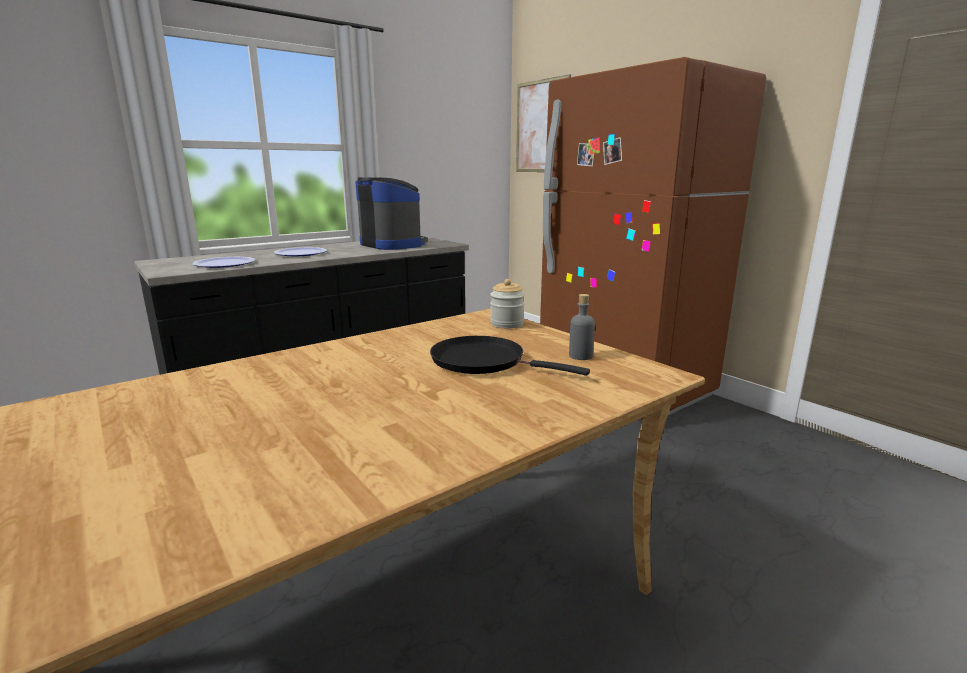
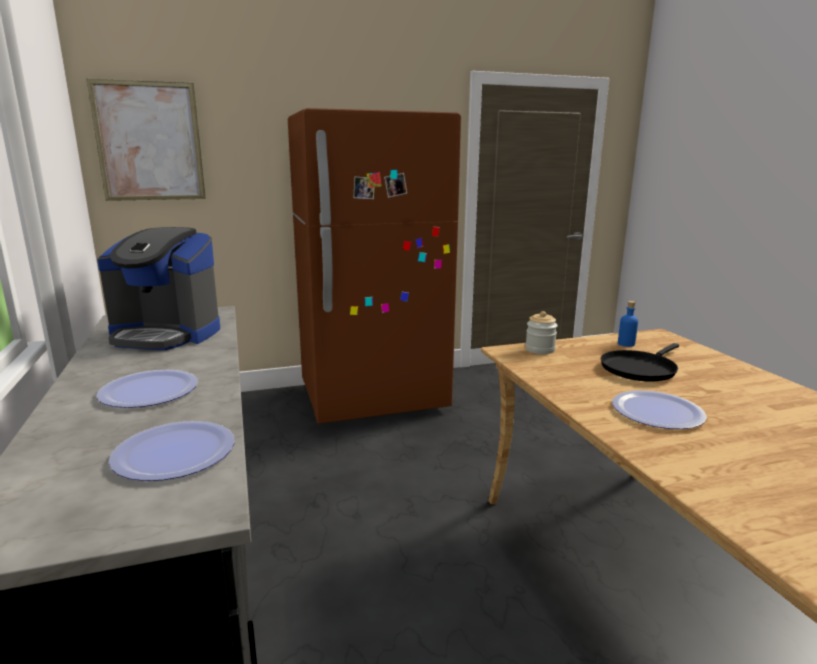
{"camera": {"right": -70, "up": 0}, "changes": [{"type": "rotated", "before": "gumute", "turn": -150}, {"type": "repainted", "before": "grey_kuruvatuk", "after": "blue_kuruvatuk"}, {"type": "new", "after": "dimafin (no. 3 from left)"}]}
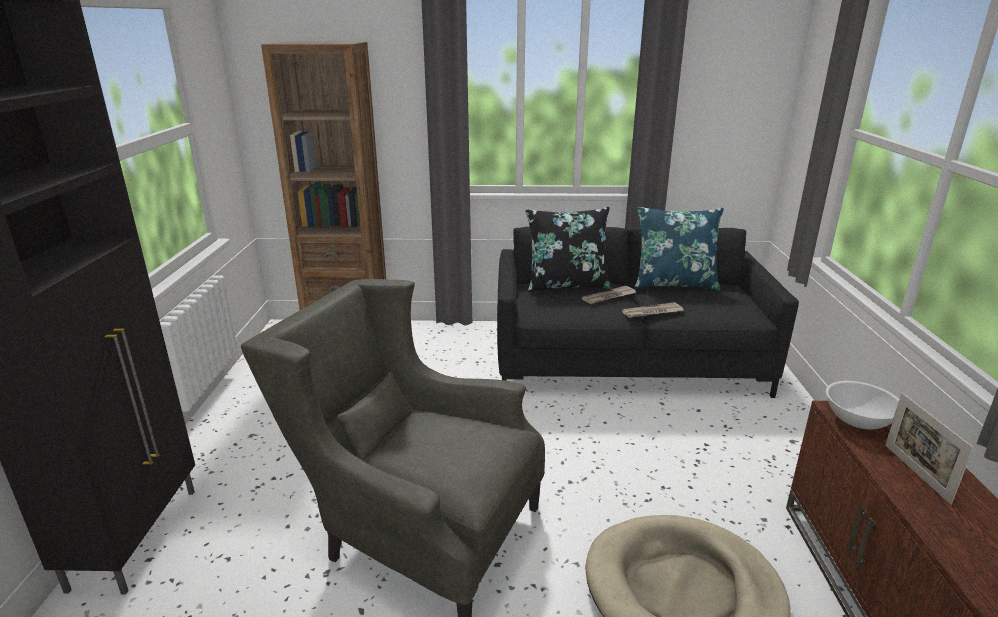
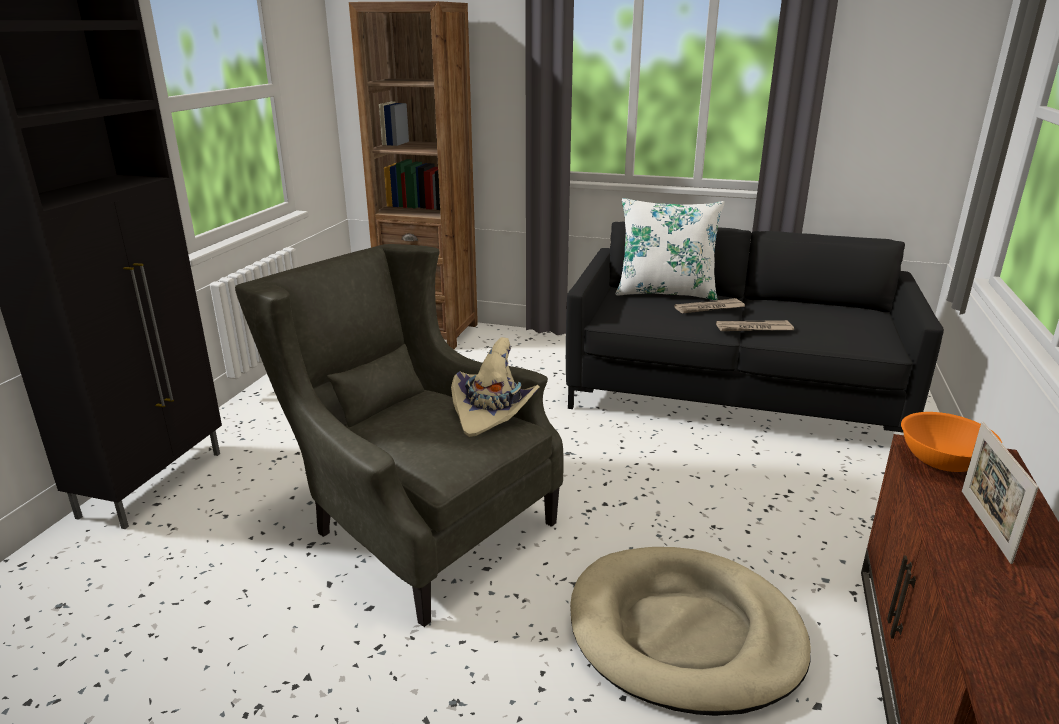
{"camera": {"right": 15, "up": 0}, "changes": [{"type": "repainted", "before": "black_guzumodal", "after": "white_guzumodal"}, {"type": "gone", "before": "blue_guzumodal"}, {"type": "repainted", "before": "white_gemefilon", "after": "orange_gemefilon"}, {"type": "new", "after": "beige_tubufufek"}]}
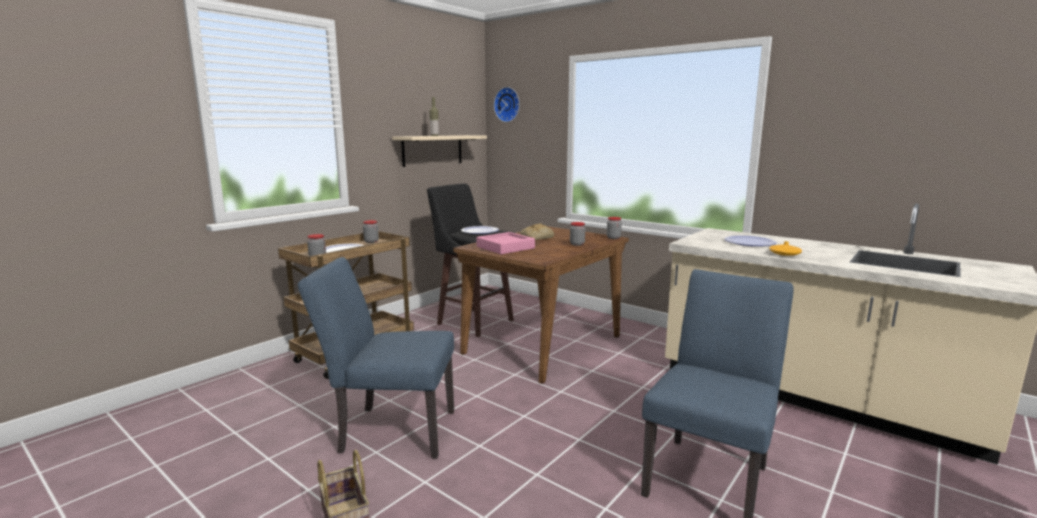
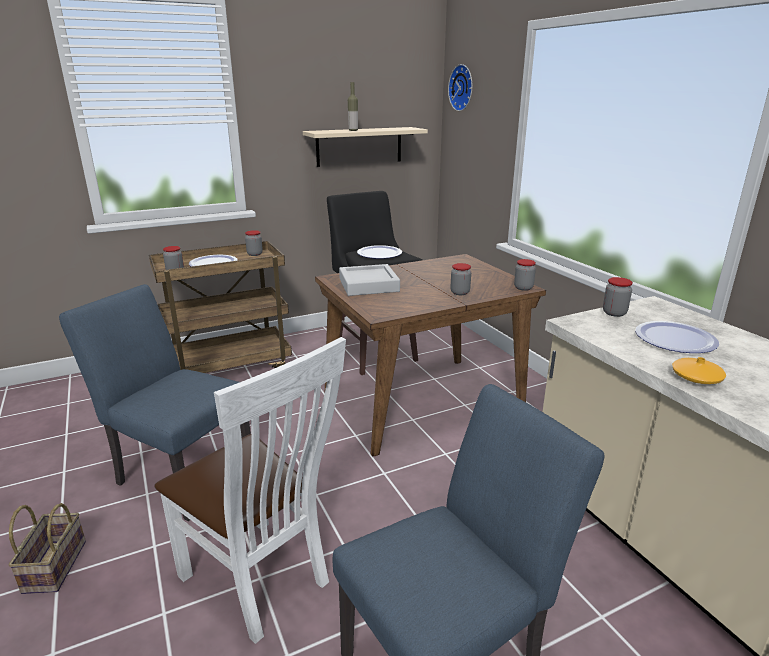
{"camera": {"right": 25, "up": 10}, "changes": [{"type": "gone", "before": "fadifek"}, {"type": "repainted", "before": "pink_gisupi", "after": "grey_gisupi"}, {"type": "new", "after": "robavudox (no. 5 from left)"}, {"type": "new", "after": "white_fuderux"}]}
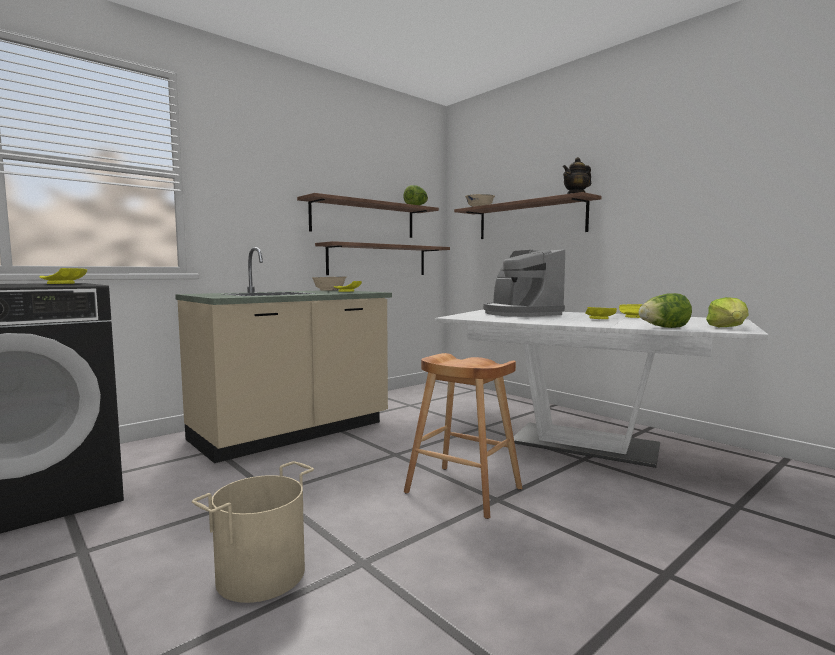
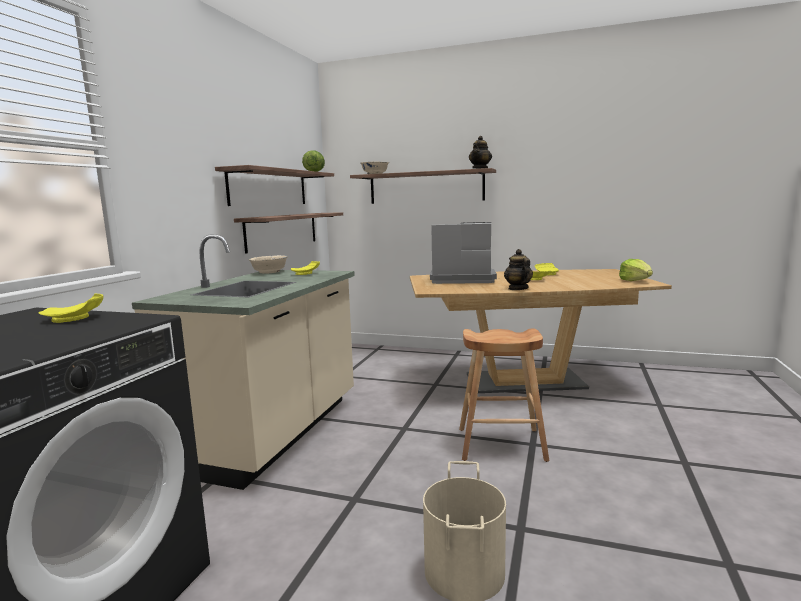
{"camera": {"right": -30, "up": 5}, "changes": [{"type": "rotated", "before": "gumute", "turn": 150}, {"type": "gone", "before": "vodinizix (no. 2 from left)"}, {"type": "repainted", "before": "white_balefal", "after": "brown_balefal"}, {"type": "new", "after": "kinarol (no. 2 from left)"}]}
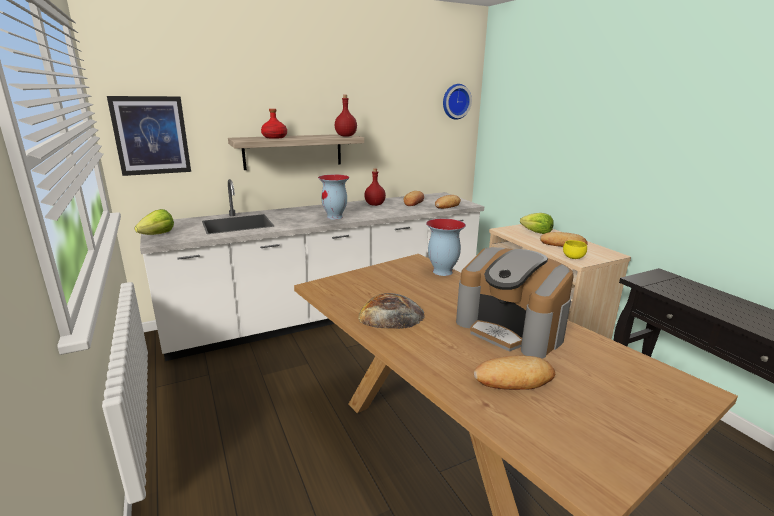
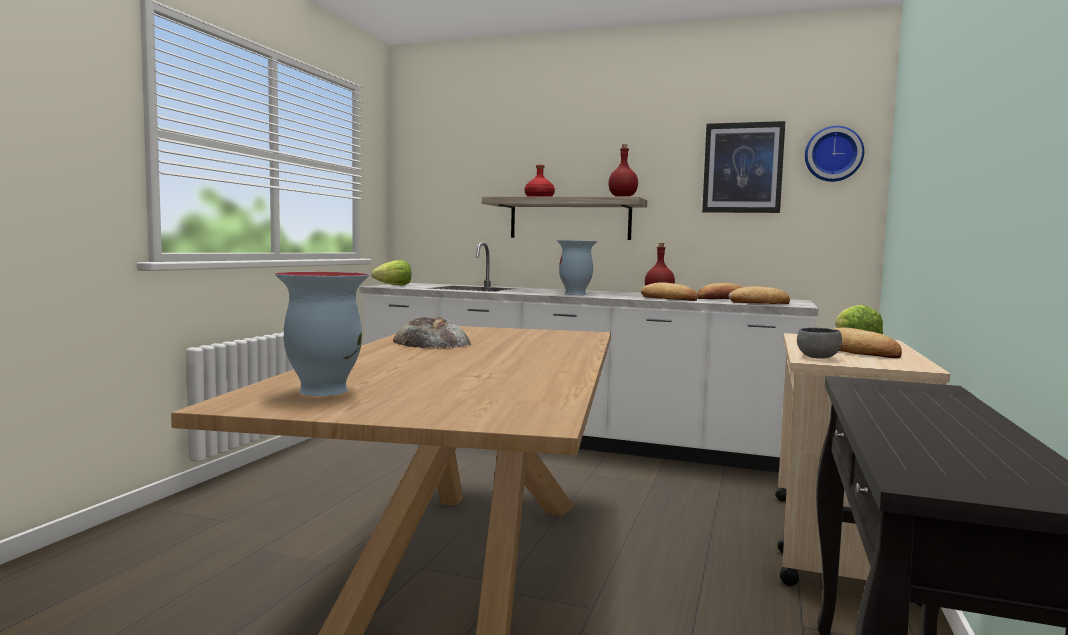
{"camera": {"right": 45, "up": -15}, "changes": [{"type": "shifted", "before": "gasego"}, {"type": "shifted", "before": "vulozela (no. 2 from left in the first image)", "after": "vulozela (no. 1 from left)"}, {"type": "repainted", "before": "yellow_gemefilon", "after": "grey_gemefilon"}, {"type": "gone", "before": "gumute"}, {"type": "shifted", "before": "fadifek (no. 4 from left in the first image)", "after": "fadifek (no. 2 from left)"}]}
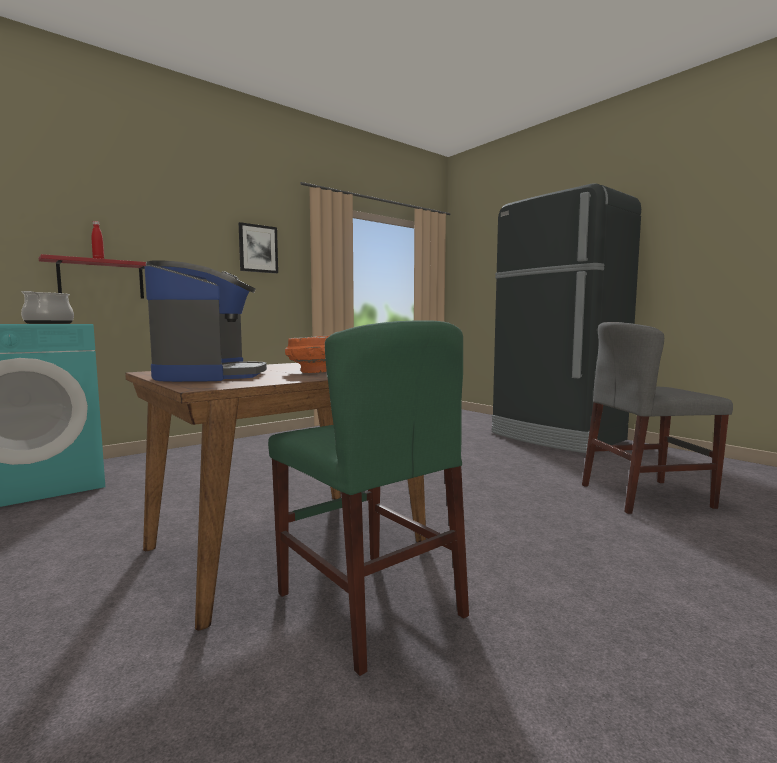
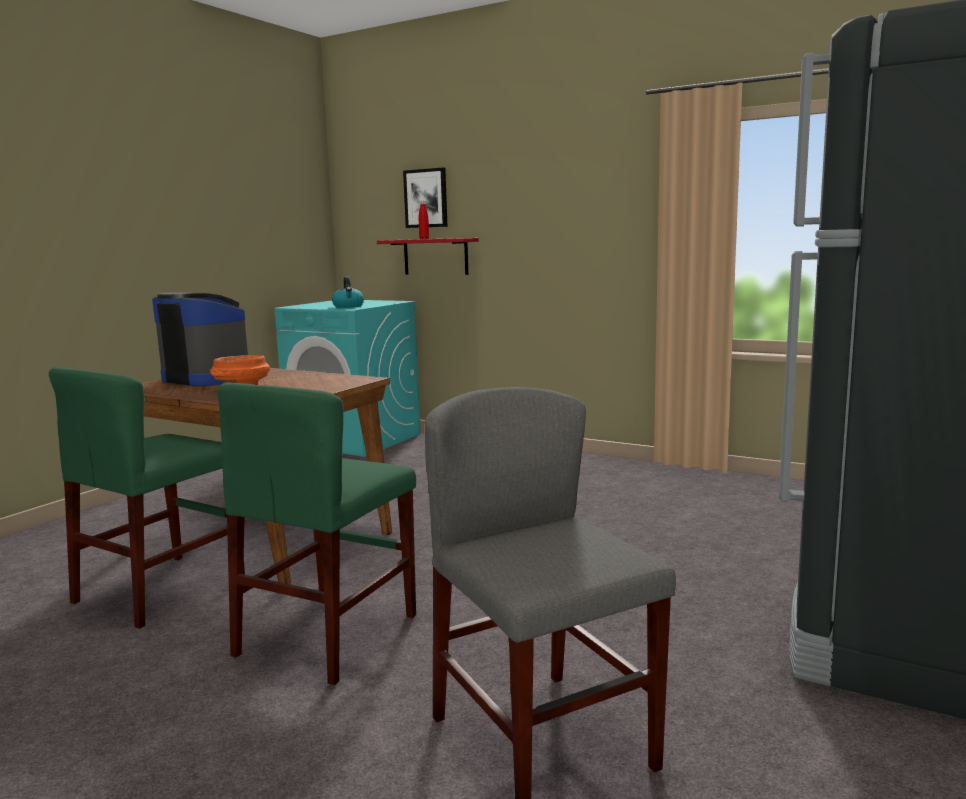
{"camera": {"right": 70, "up": 5}, "changes": [{"type": "shifted", "before": "gasego"}, {"type": "rotated", "before": "gumute", "turn": -120}, {"type": "swapped", "before": "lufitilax", "after": "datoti"}, {"type": "new", "after": "green_fuderux (no. 2 from left)"}]}
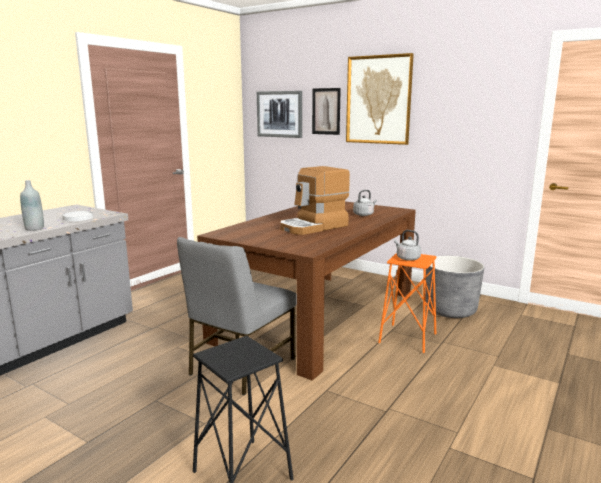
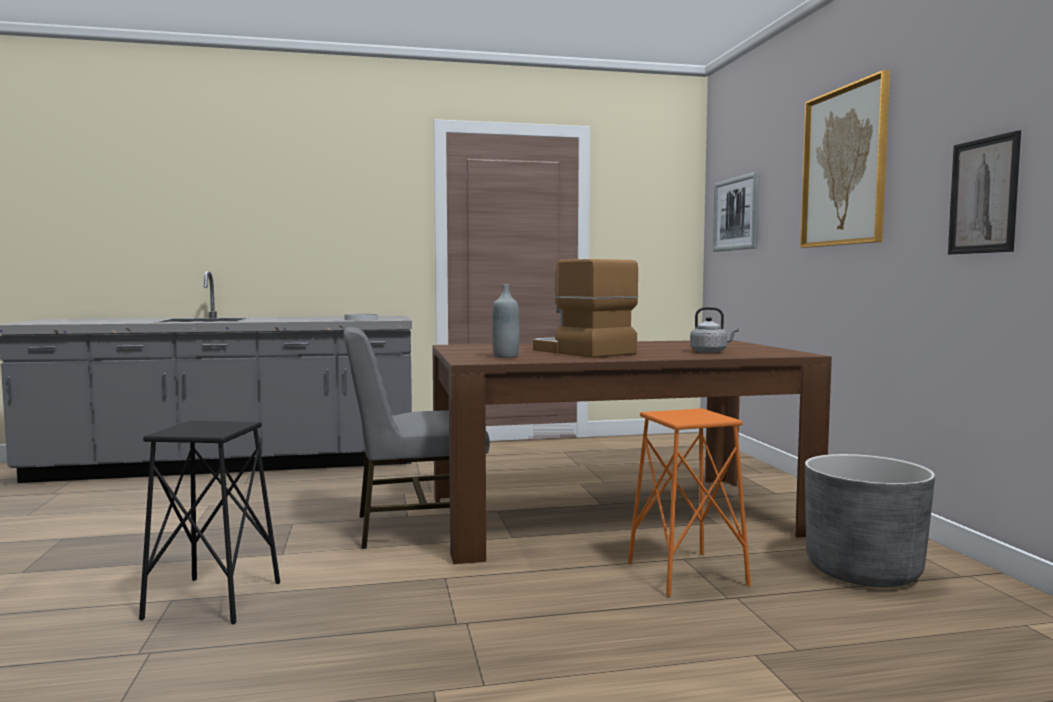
{"camera": {"right": 45, "up": -10}, "changes": [{"type": "shifted", "before": "gasego (no. 2 from left in the first image)", "after": "gasego (no. 3 from left)"}, {"type": "rotated", "before": "gumute", "turn": 45}, {"type": "shifted", "before": "grey_kuruvatuk"}, {"type": "gone", "before": "grey_datoti (no. 2 from left)"}]}
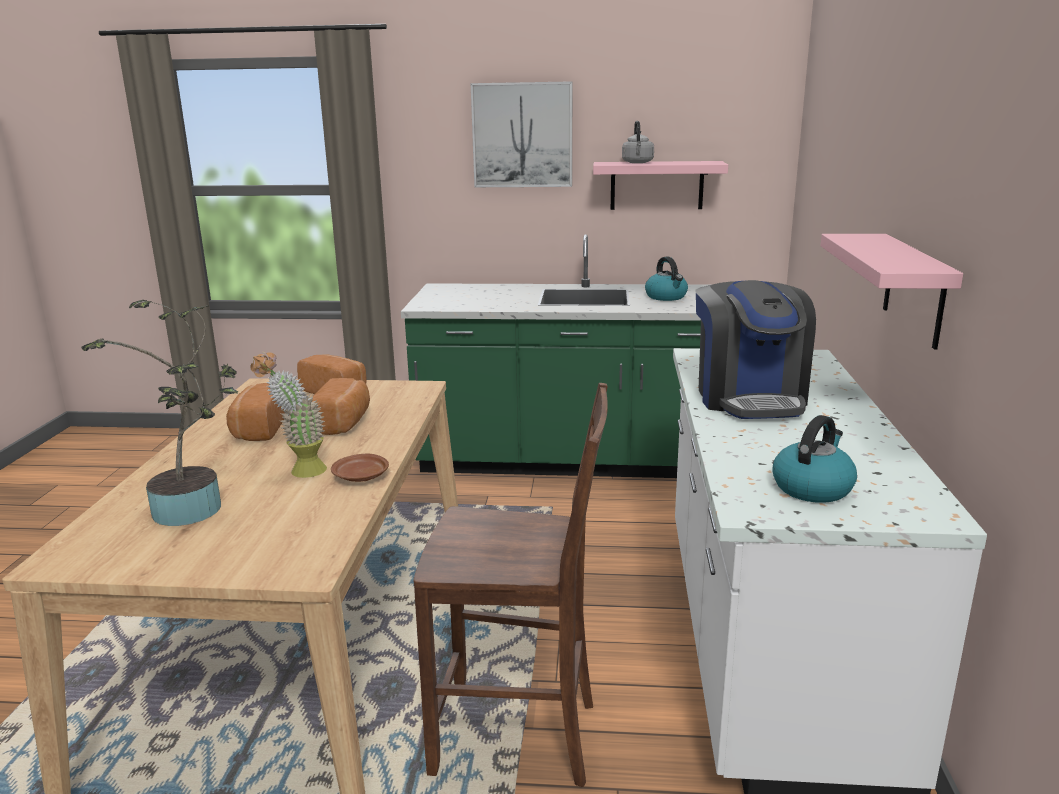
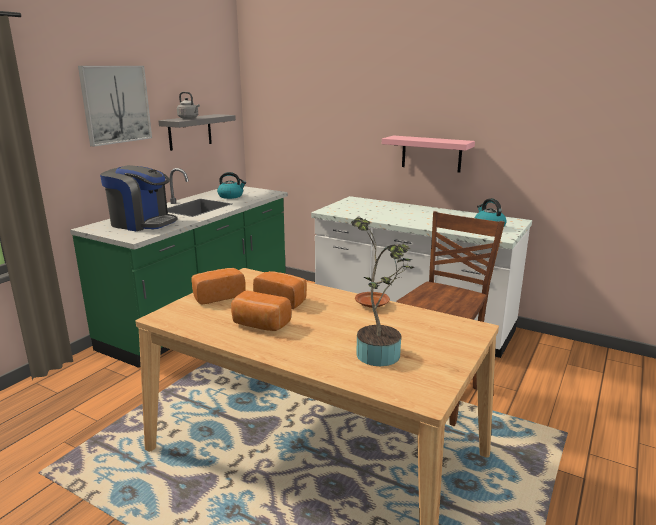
{"camera": {"right": -65, "up": 0}, "changes": [{"type": "repainted", "before": "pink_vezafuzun (no. 1 from left)", "after": "grey_vezafuzun"}, {"type": "shifted", "before": "gumute"}, {"type": "gone", "before": "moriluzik (no. 2 from left)"}]}
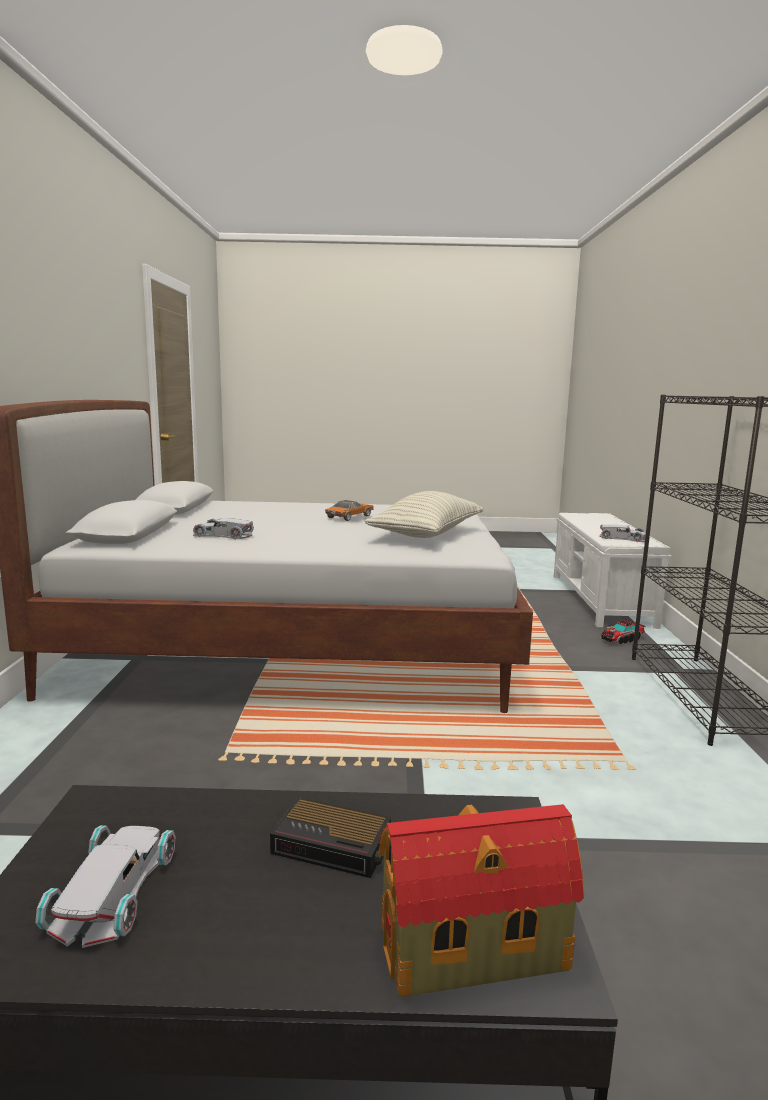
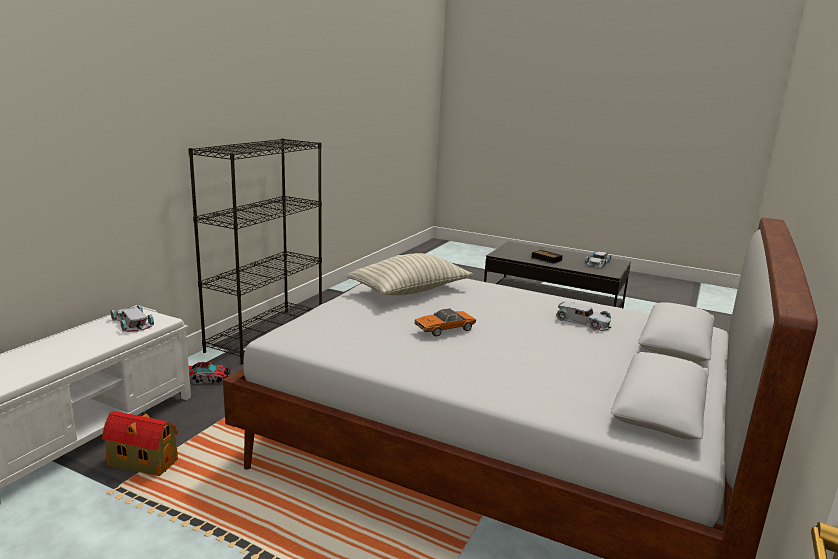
{"camera": {"right": -155, "up": 5}, "changes": [{"type": "shifted", "before": "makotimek"}]}
